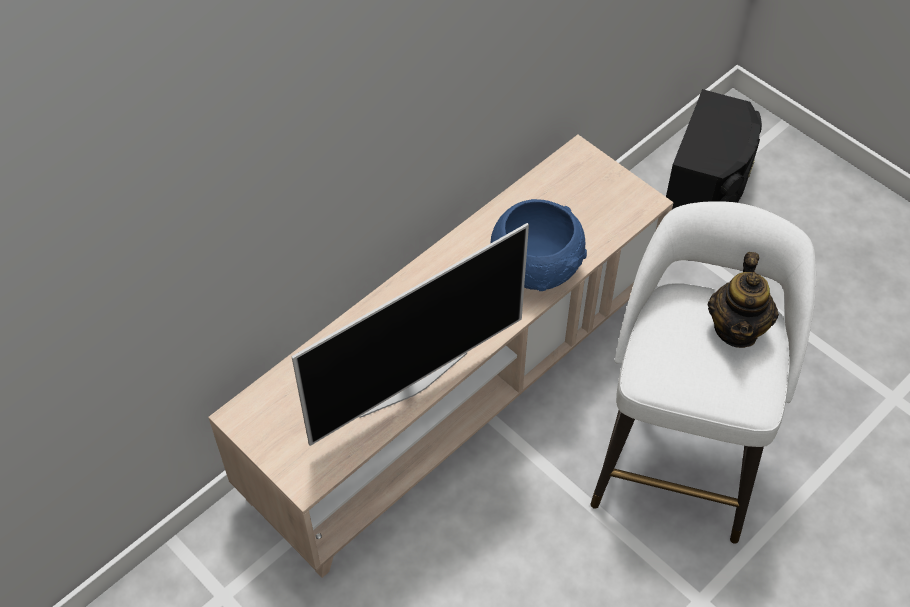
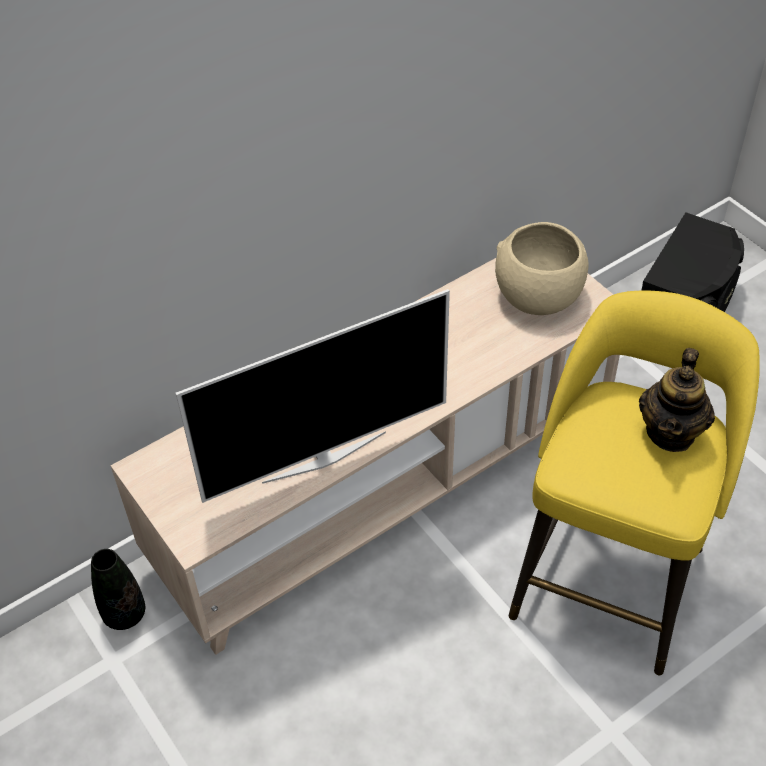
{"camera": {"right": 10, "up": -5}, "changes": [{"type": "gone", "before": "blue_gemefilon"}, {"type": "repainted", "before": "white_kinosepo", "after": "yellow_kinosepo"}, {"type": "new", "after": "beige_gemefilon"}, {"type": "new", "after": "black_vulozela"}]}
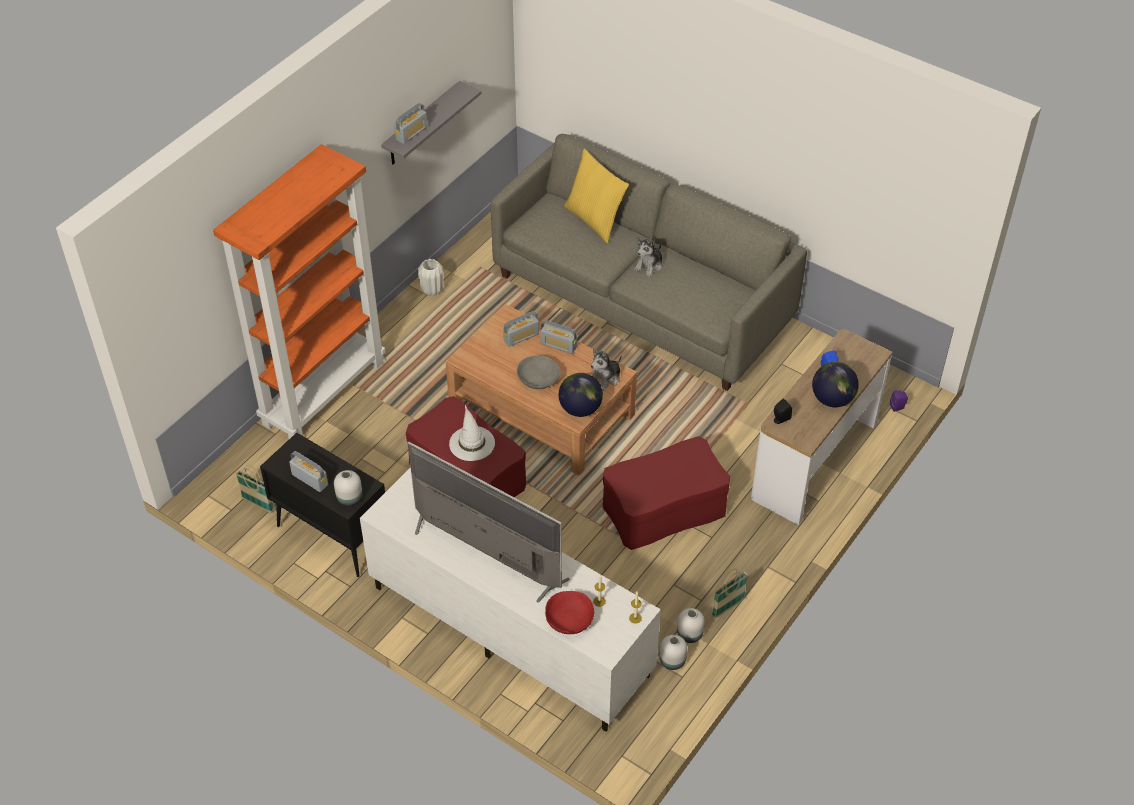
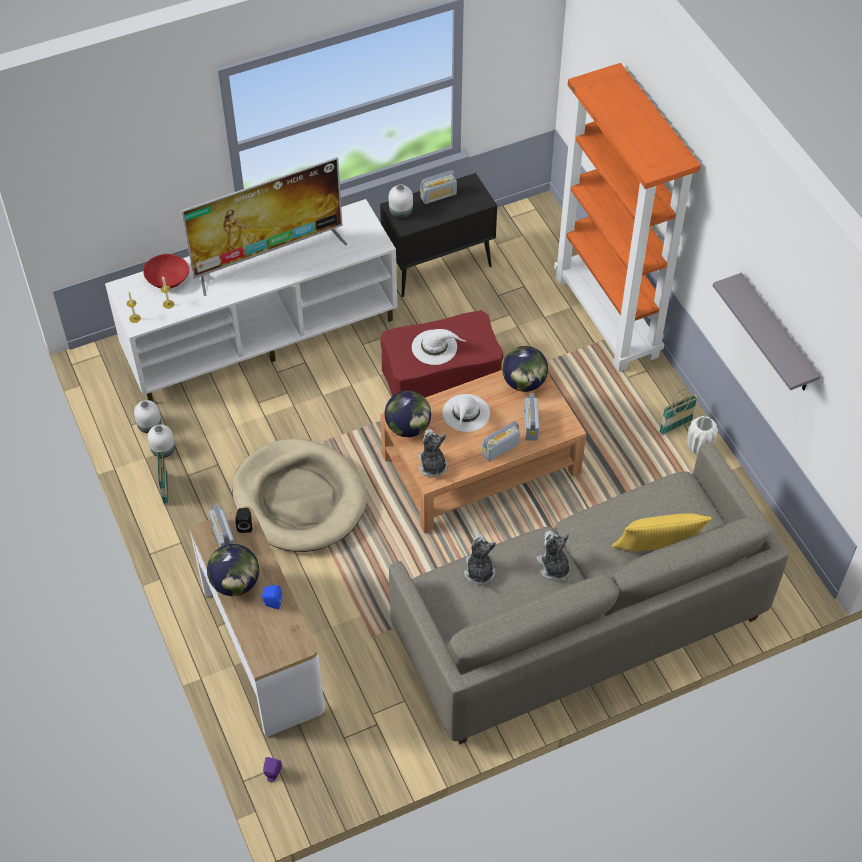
{"camera": {"right": 120, "up": 5}, "changes": [{"type": "shifted", "before": "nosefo (no. 2 from left in the first image)", "after": "nosefo (no. 1 from left)"}, {"type": "swapped", "before": "grey_gemefilon", "after": "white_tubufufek (no. 2 from left)"}, {"type": "swapped", "before": "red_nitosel (no. 2 from left)", "after": "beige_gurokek"}, {"type": "shifted", "before": "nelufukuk (no. 1 from left in the first image)", "after": "nelufukuk (no. 2 from left)"}, {"type": "new", "after": "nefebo (no. 3 from left)"}, {"type": "new", "after": "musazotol (no. 2 from left)"}]}
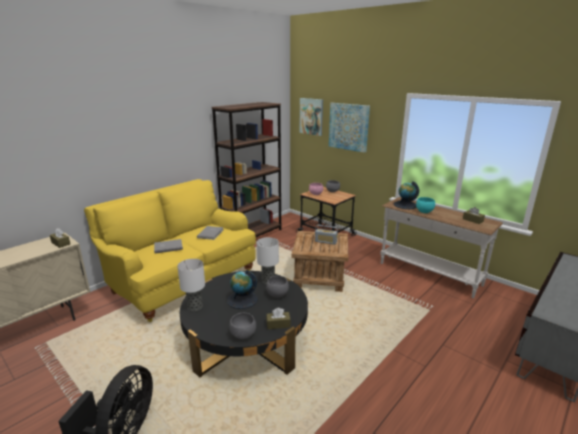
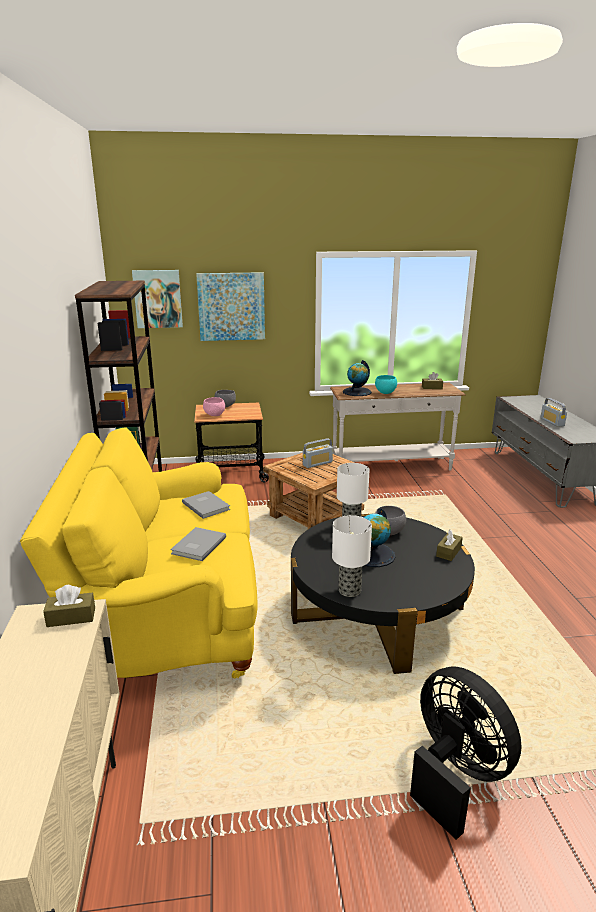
{"camera": {"right": -50, "up": 0}, "changes": [{"type": "gone", "before": "grey_gemefilon (no. 1 from left)"}, {"type": "new", "after": "nosefo (no. 2 from left)"}]}
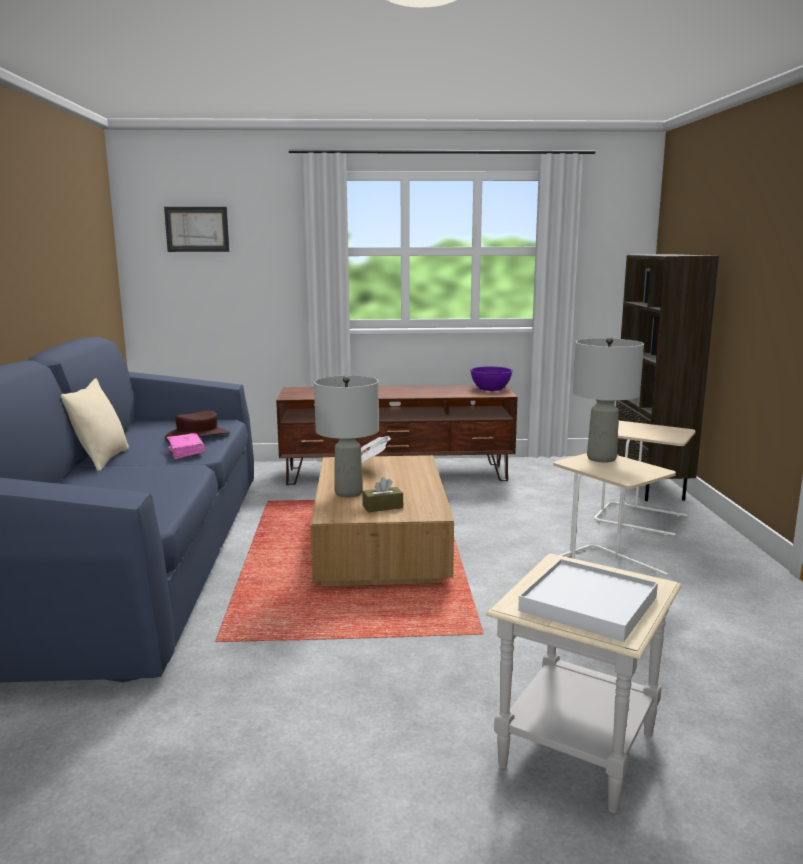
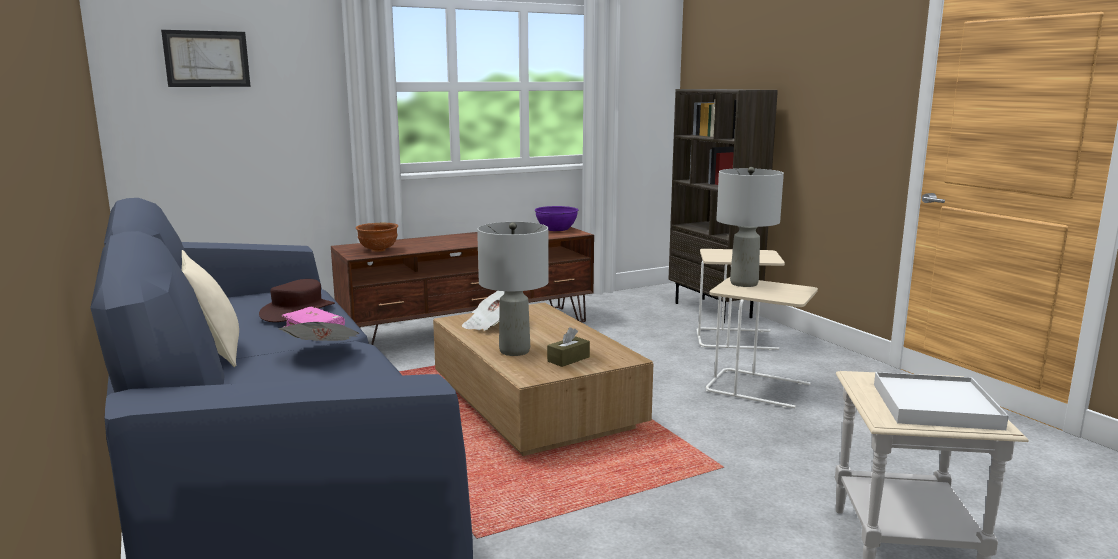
{"camera": {"right": -25, "up": 0}, "changes": [{"type": "new", "after": "brown_gemefilon"}, {"type": "new", "after": "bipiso (no. 1 from left)"}]}
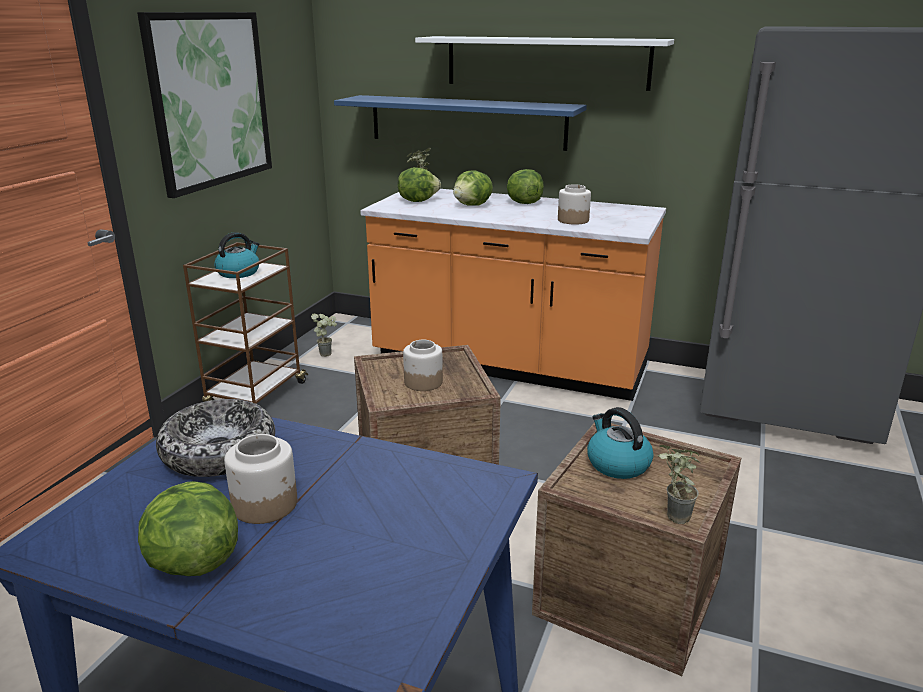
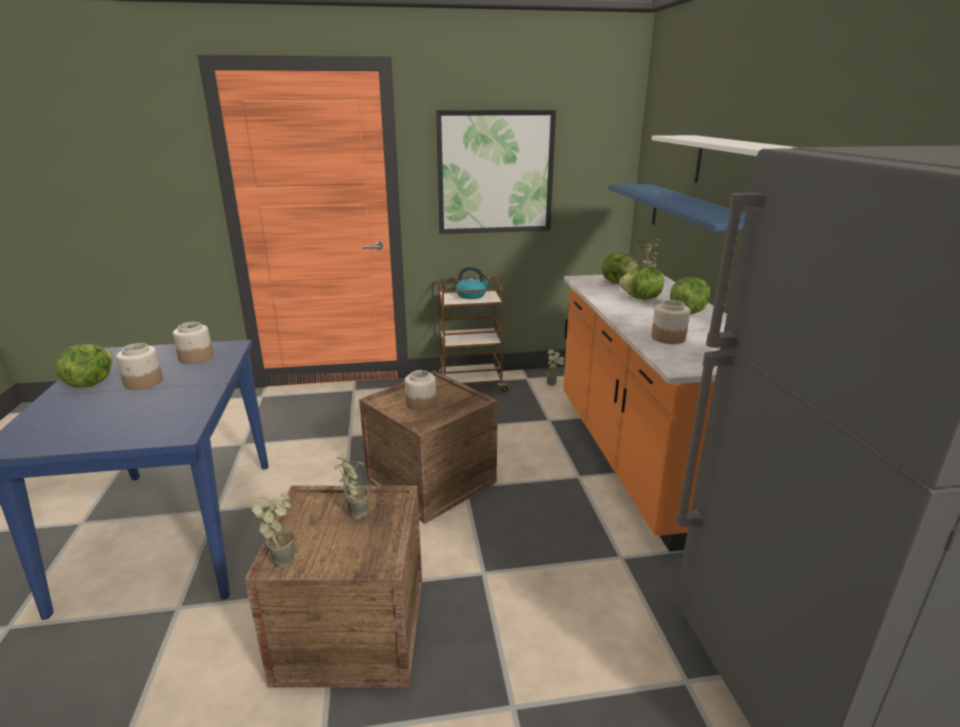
{"camera": {"right": 60, "up": 0}, "changes": [{"type": "swapped", "before": "gemefilon", "after": "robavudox (no. 2 from left)"}, {"type": "swapped", "before": "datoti (no. 2 from left)", "after": "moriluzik (no. 2 from left)"}]}
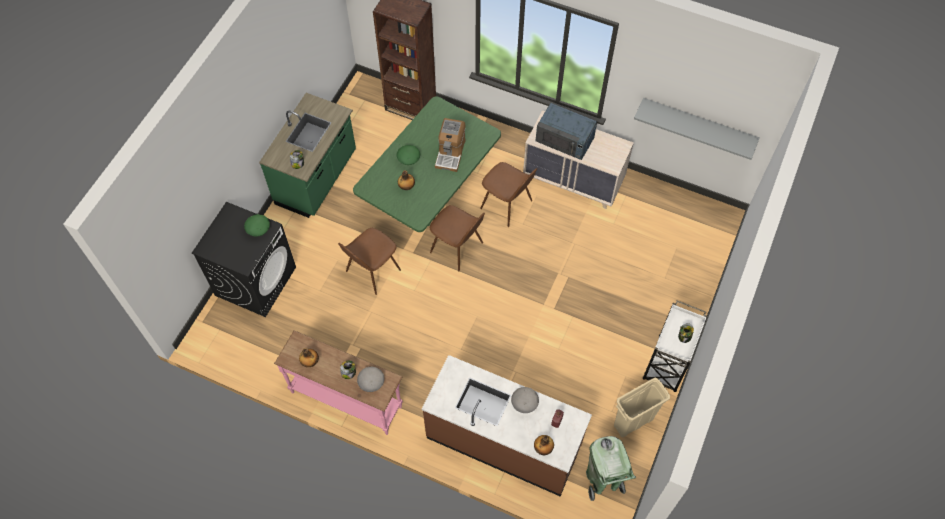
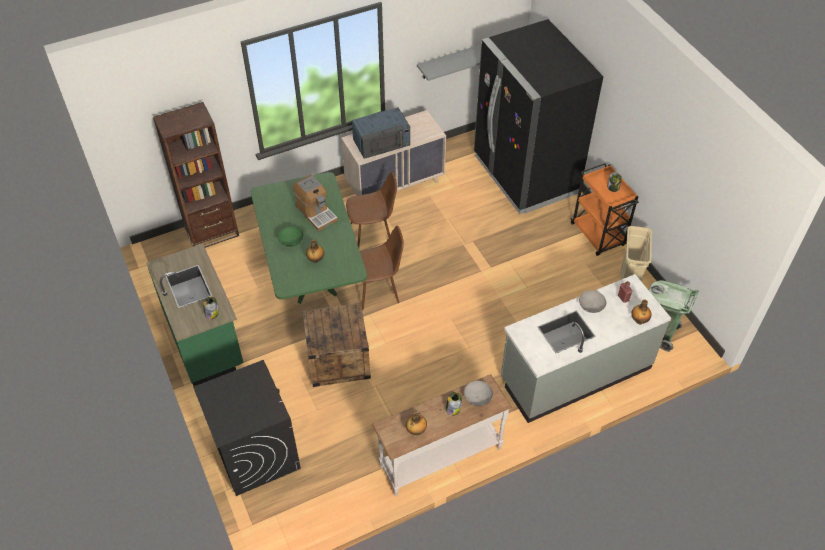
{"camera": {"right": -50, "up": -10}, "changes": [{"type": "gone", "before": "green_gemefilon (no. 1 from left)"}, {"type": "swapped", "before": "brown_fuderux (no. 1 from left)", "after": "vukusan"}, {"type": "repainted", "before": "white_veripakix", "after": "orange_veripakix"}, {"type": "repainted", "before": "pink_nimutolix", "after": "white_nimutolix"}, {"type": "repainted", "before": "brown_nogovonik", "after": "grey_nogovonik"}, {"type": "new", "after": "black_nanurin"}]}
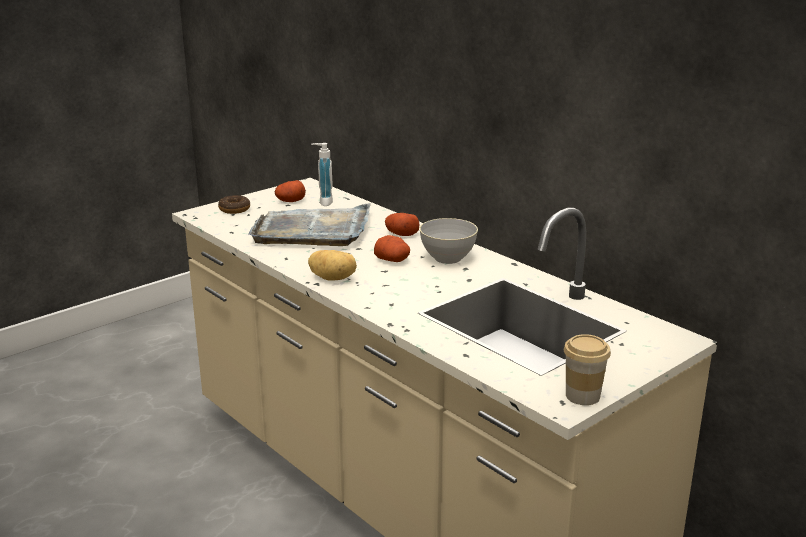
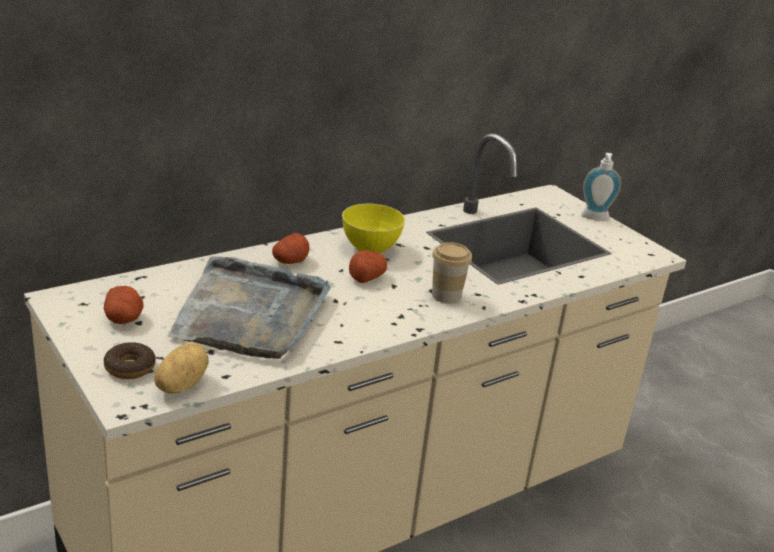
{"camera": {"right": -85, "up": 5}, "changes": [{"type": "shifted", "before": "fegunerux"}, {"type": "repainted", "before": "grey_gemefilon", "after": "yellow_gemefilon"}, {"type": "shifted", "before": "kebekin (no. 2 from left)"}, {"type": "shifted", "before": "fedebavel"}]}
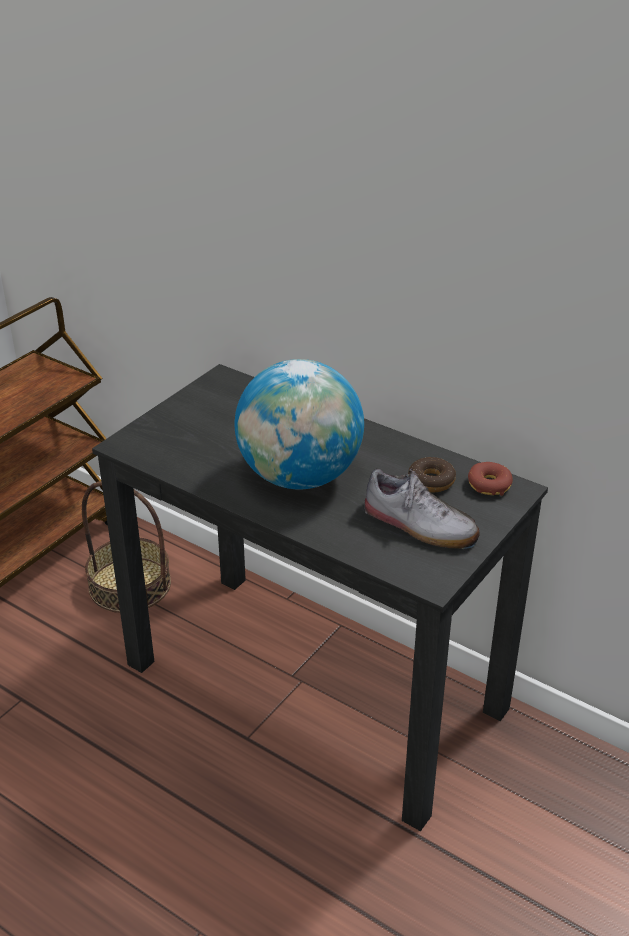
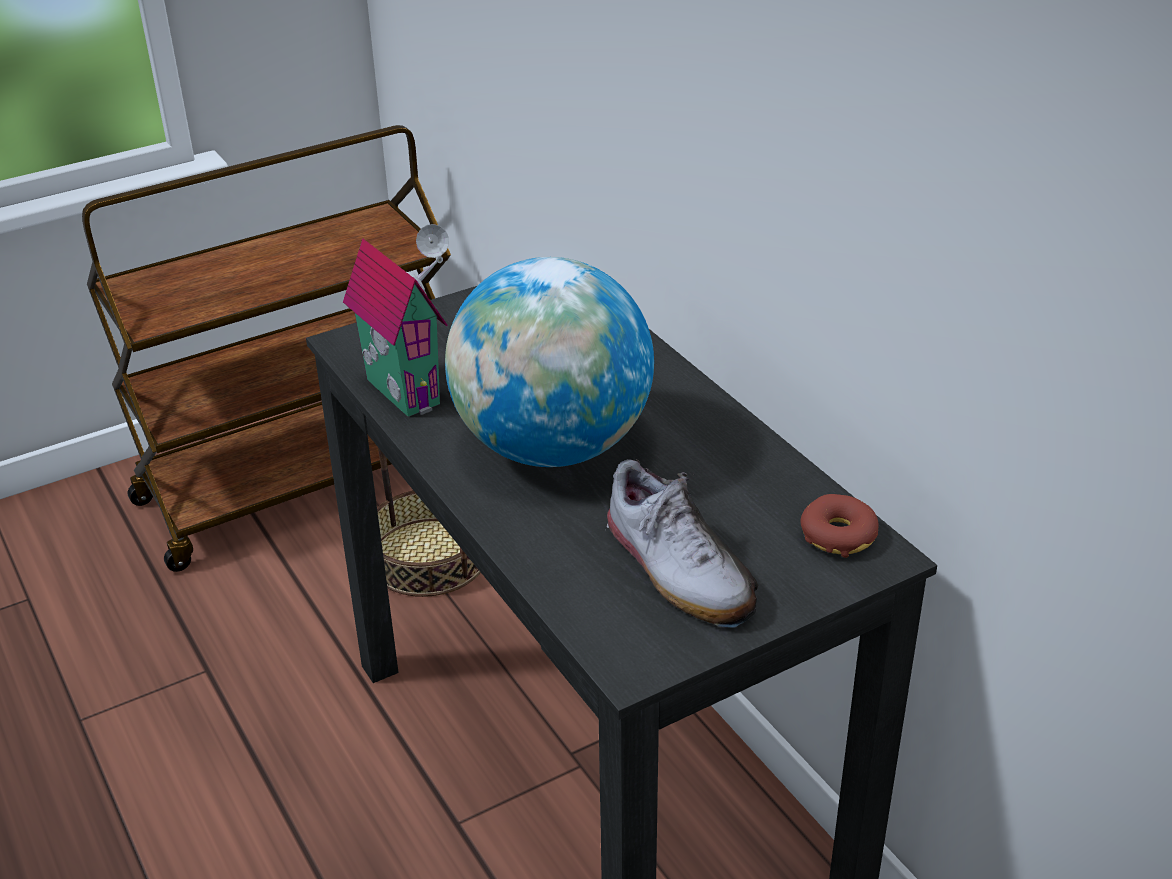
{"camera": {"right": 25, "up": 0}, "changes": [{"type": "gone", "before": "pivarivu (no. 1 from left)"}, {"type": "new", "after": "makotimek"}]}
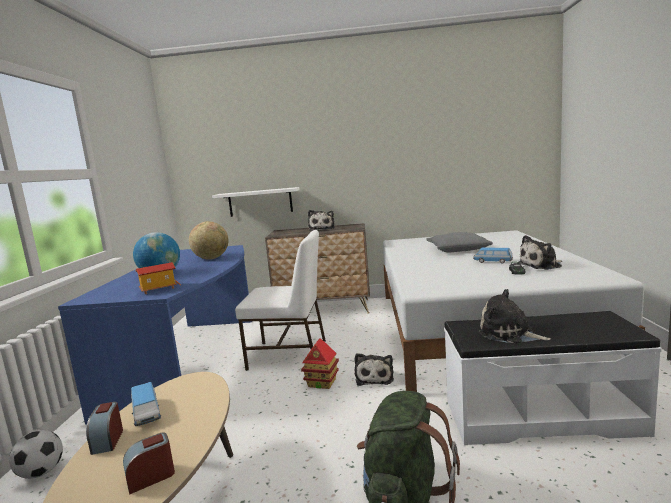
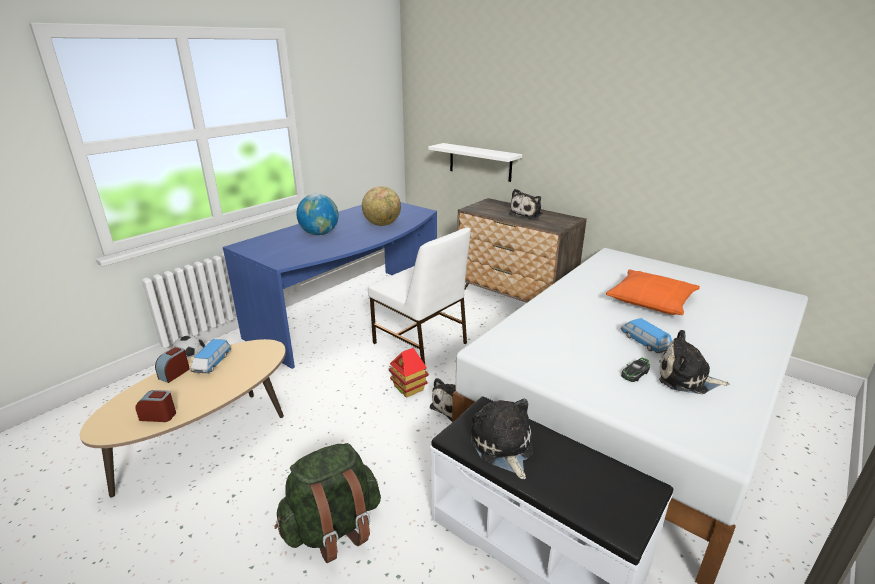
{"camera": {"right": 35, "up": 15}, "changes": [{"type": "repainted", "before": "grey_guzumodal", "after": "orange_guzumodal"}, {"type": "gone", "before": "makotimek (no. 1 from left)"}]}
